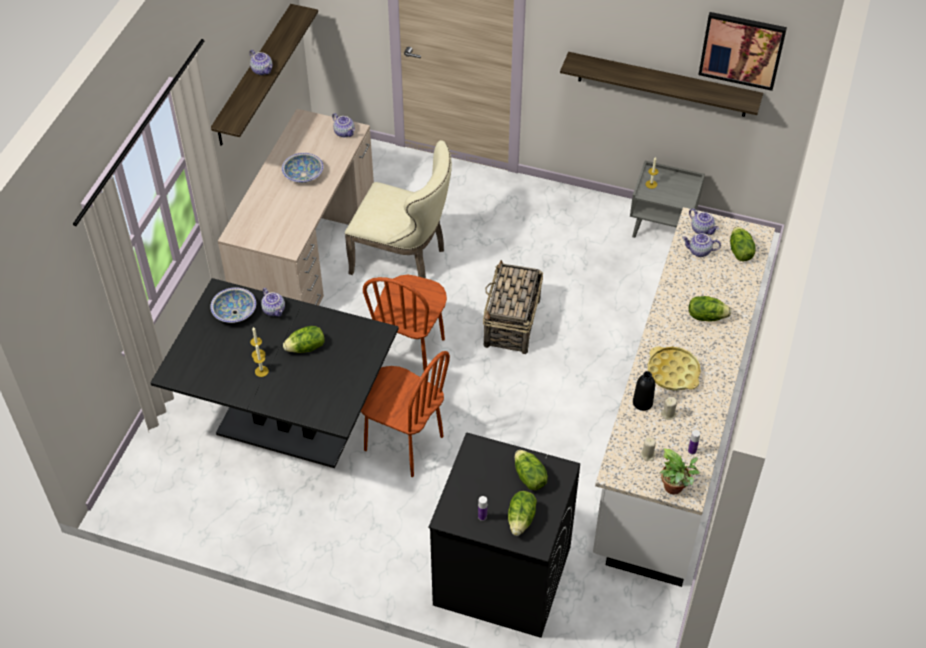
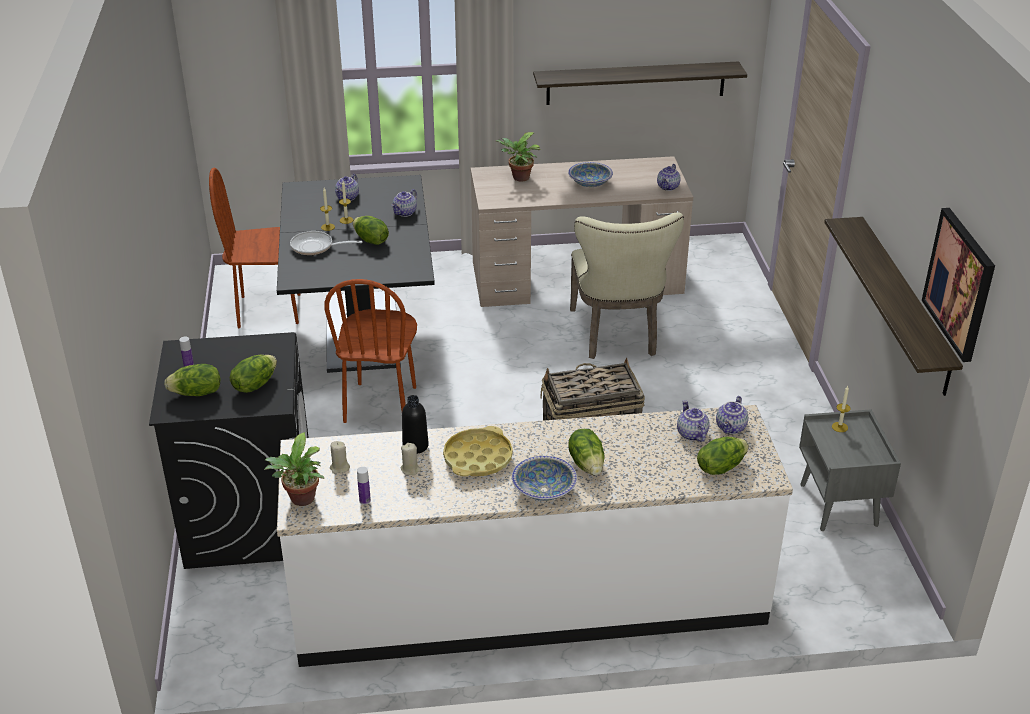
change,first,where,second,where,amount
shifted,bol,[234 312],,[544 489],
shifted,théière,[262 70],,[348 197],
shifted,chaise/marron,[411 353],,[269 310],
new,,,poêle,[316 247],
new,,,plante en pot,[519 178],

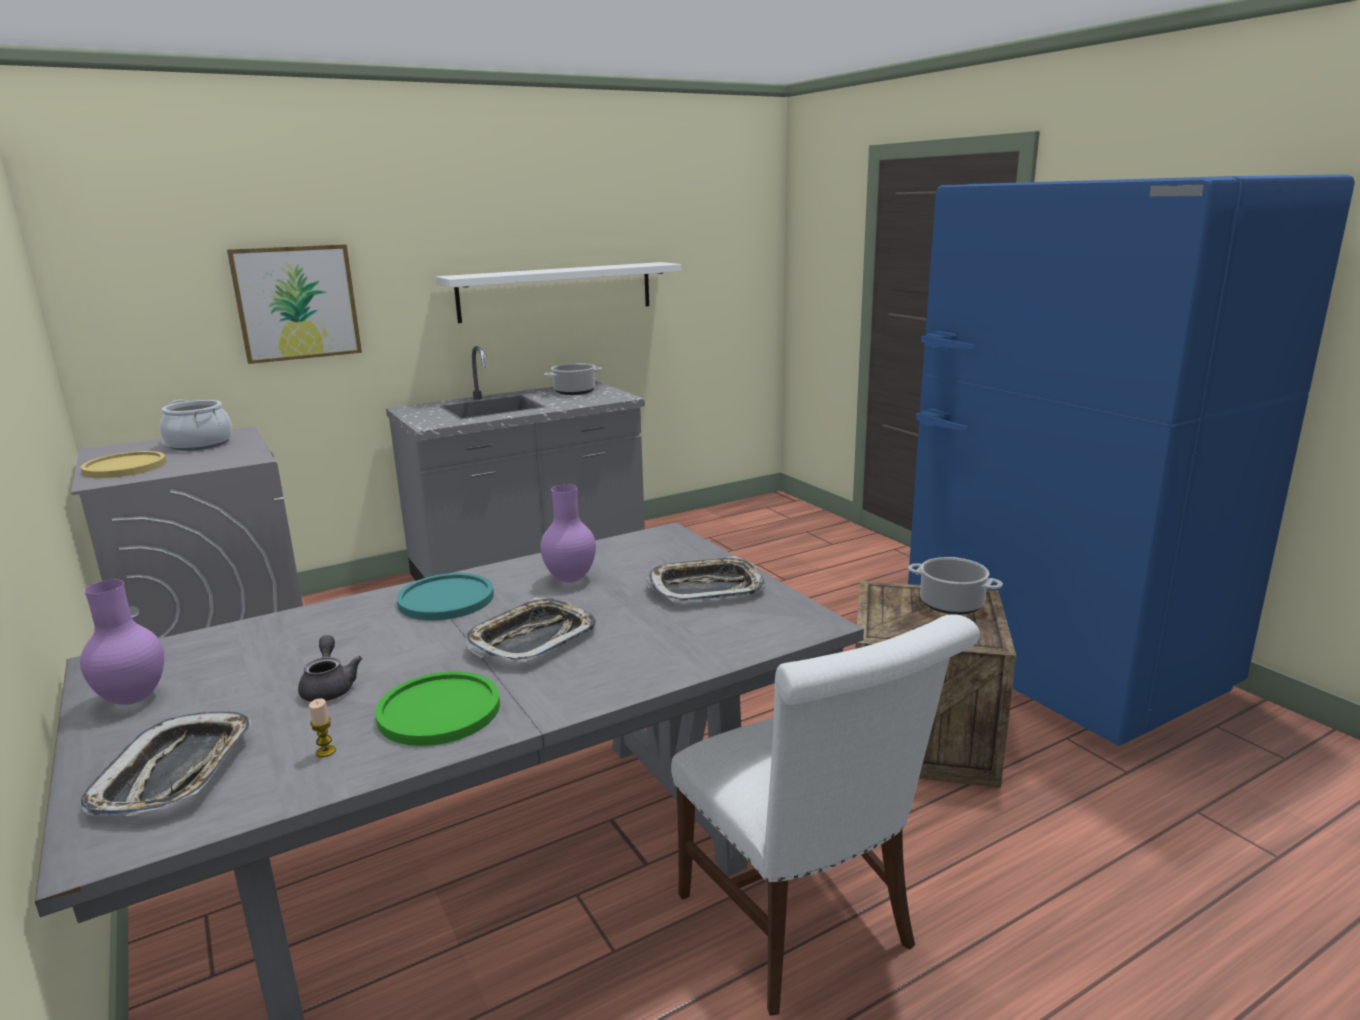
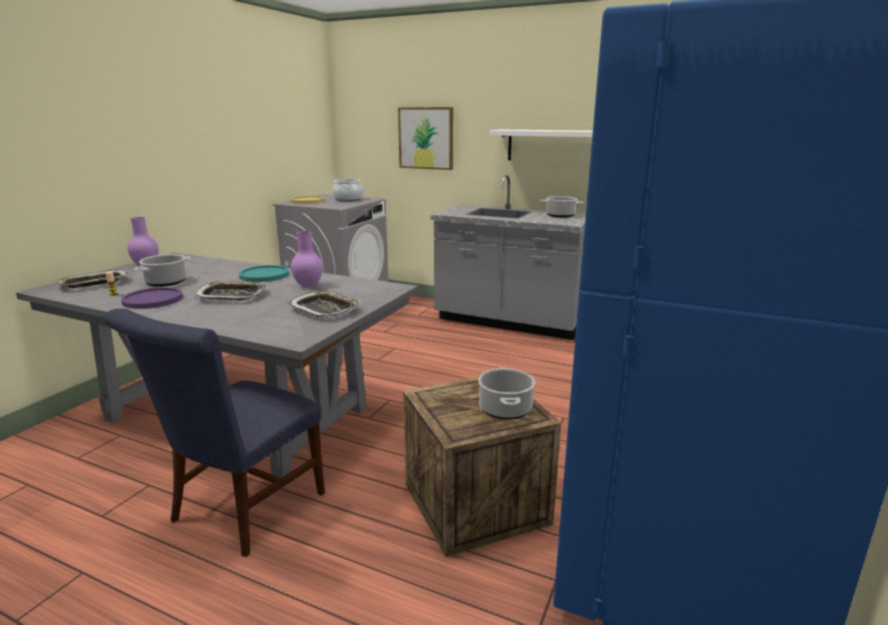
change,first,where,second,where,amount
swapped,théière/gris,[329 687],marmite,[166 282],
repainted,assiette/vert,[439 711],assiette/violet,[153 299],
repainted,chaise/blanc,[803 928],chaise/bleu,[242 511],

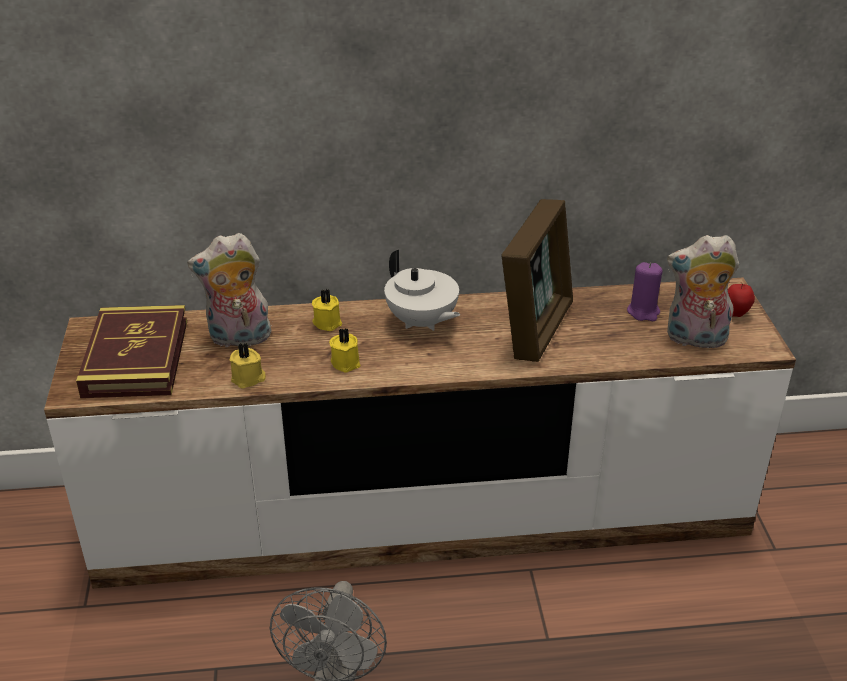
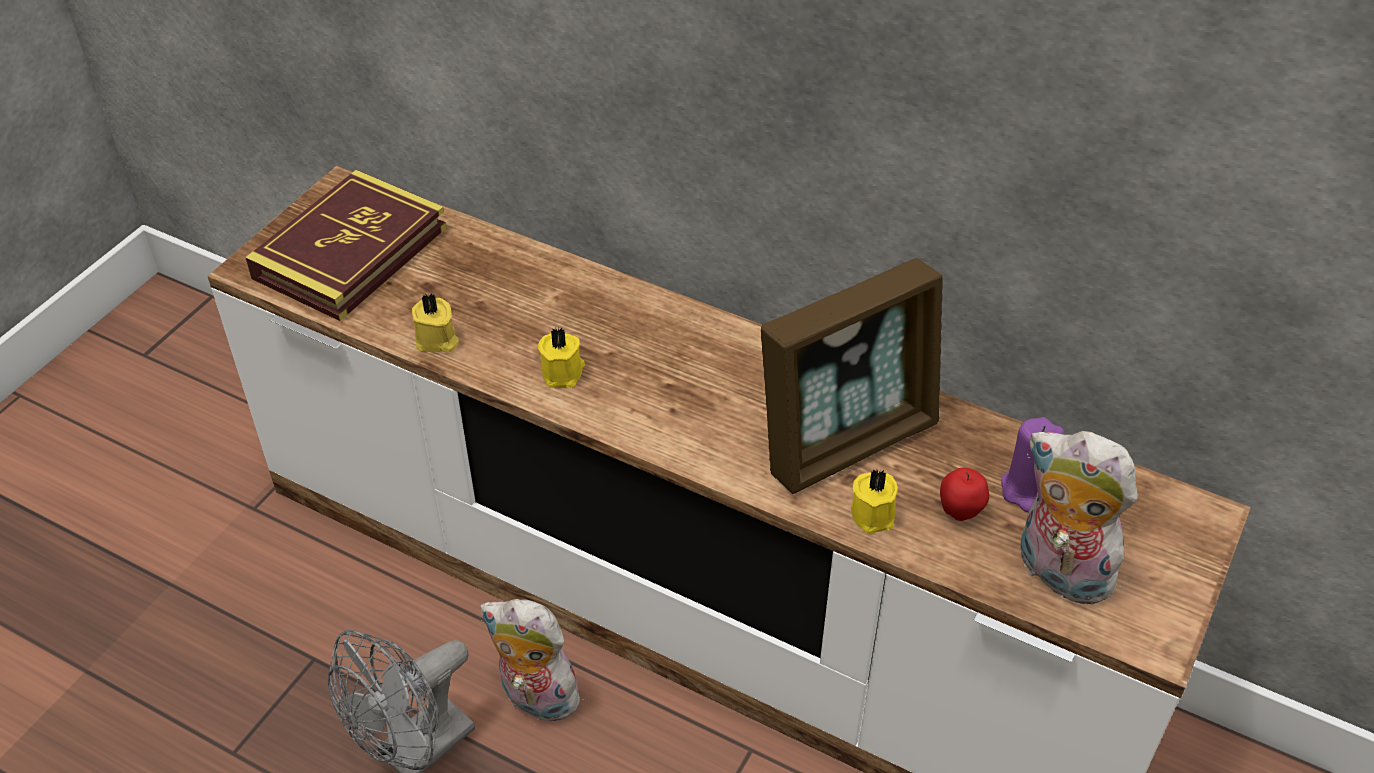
change,first,where,second,where,amount
shifted,peluche,[238 339],,[535 698],
shifted,bougie/jaune,[327 322],,[874 513],
gone,théière/blanc,[421 322],,,
shifted,pomme,[735 314],,[960 513],

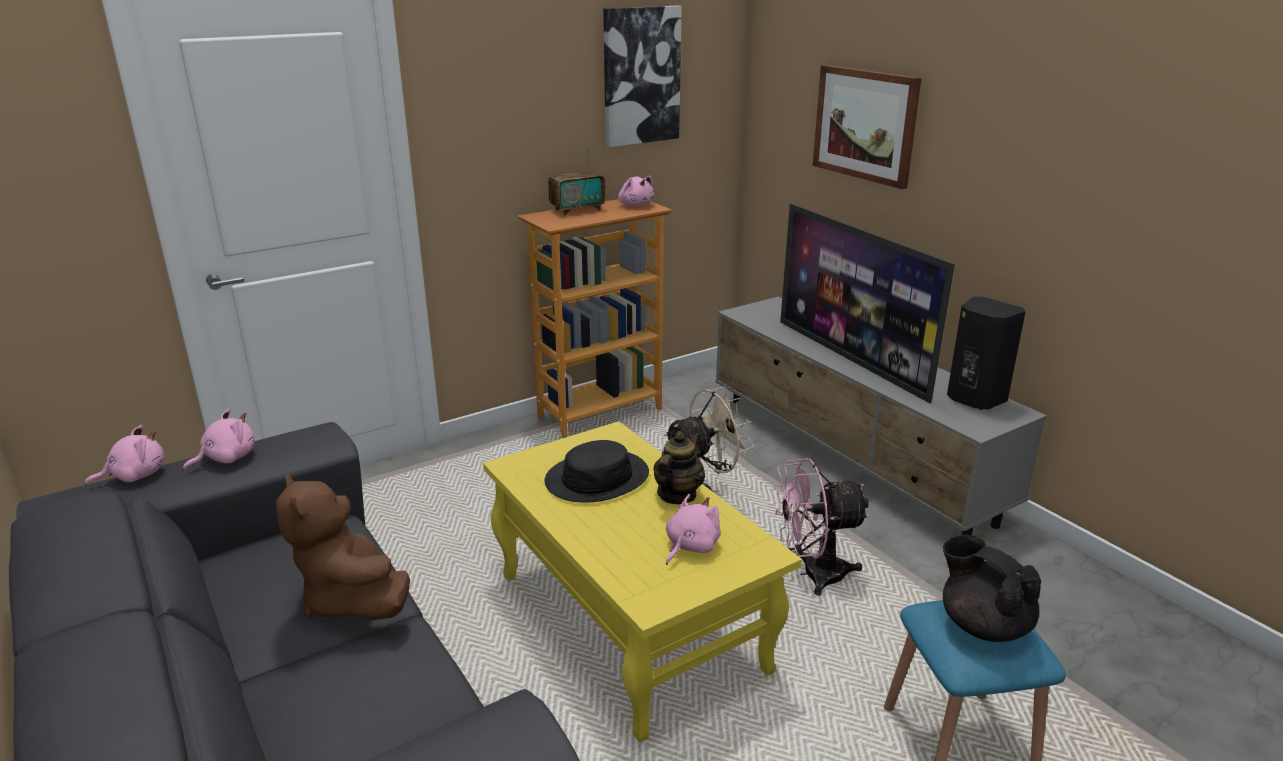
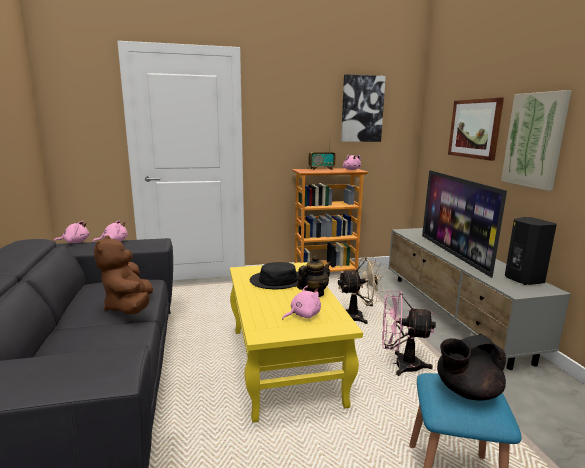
change,first,where,second,where,amount
rotated,théière/noir,[983 625],,[466 391],90 degrees counterclockwise
new,,,tableau,[535 140],

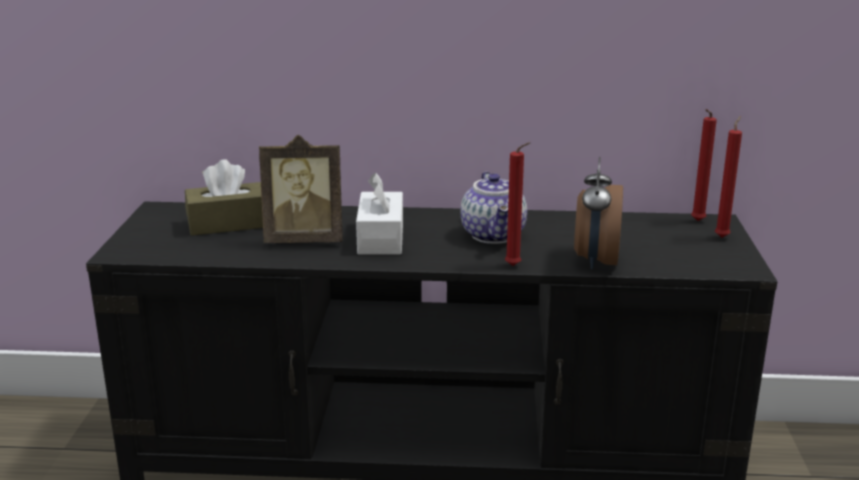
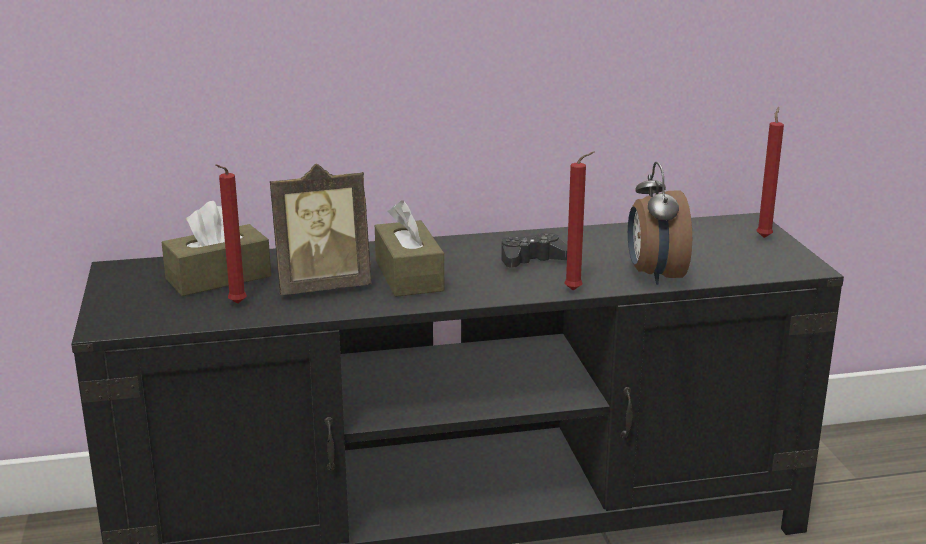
change,first,where,second,where,amount
repainted,boîte à mouchoirs/blanc,[381 238],boîte à mouchoirs/marron,[409 276],
swapped,théière,[495 235],manette/noir,[532 259],
shifted,bougie/rouge,[696 221],,[235 304],

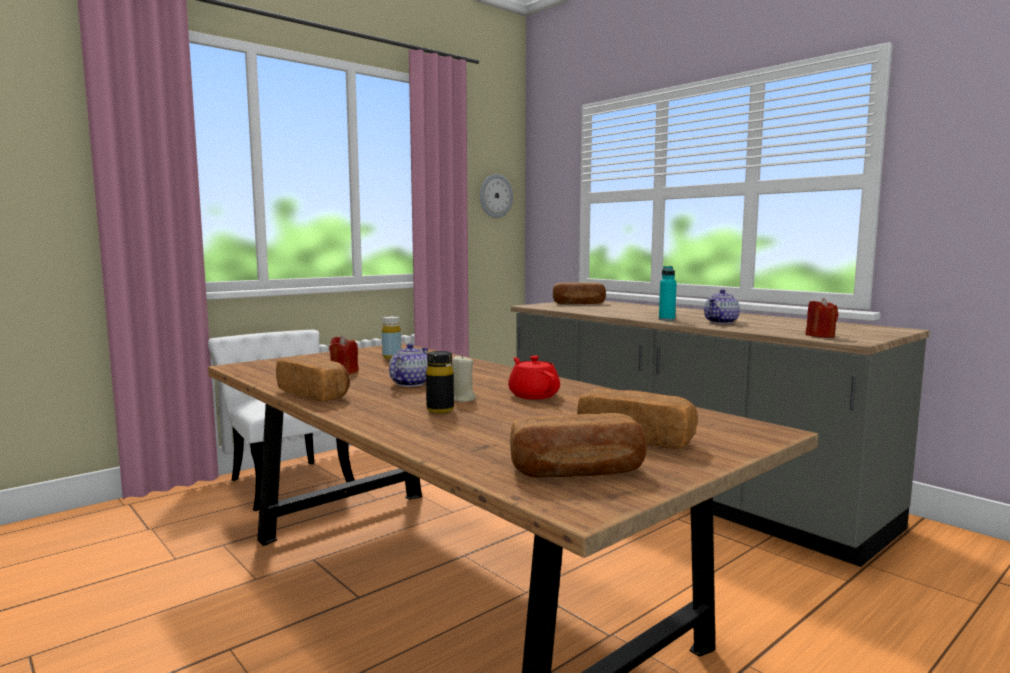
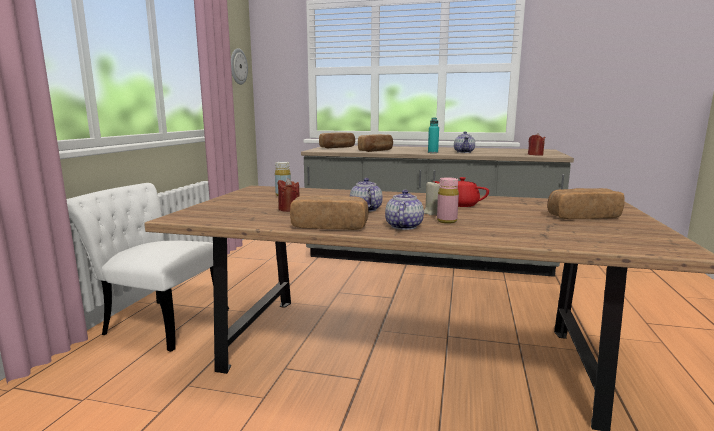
change,first,where,second,where,amount
repainted,bouteille/noir,[440 410],bouteille/rose,[446 221],
shifted,pain,[577 471],,[376 150],
new,,,théière,[403 226],

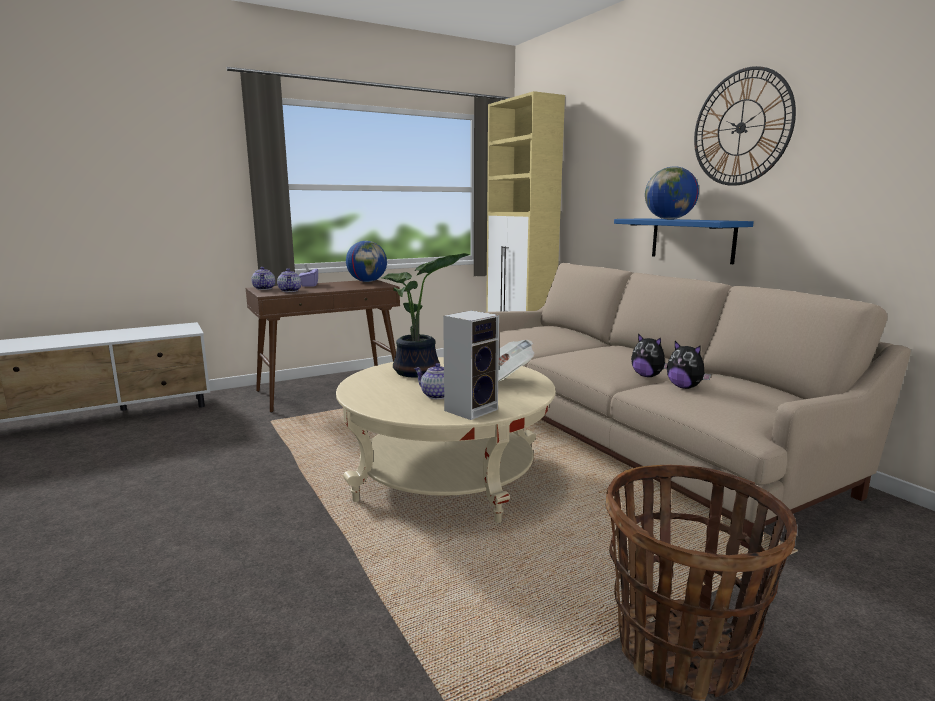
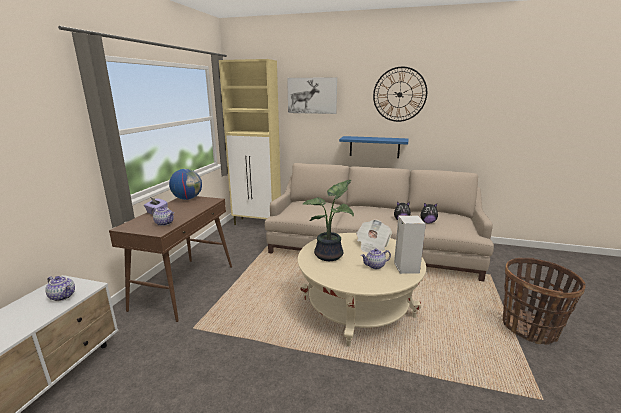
change,first,where,second,where,amount
shifted,théière,[264 288],,[63 296],
gone,globe,[669 219],,,
new,,,tableau,[312 95],

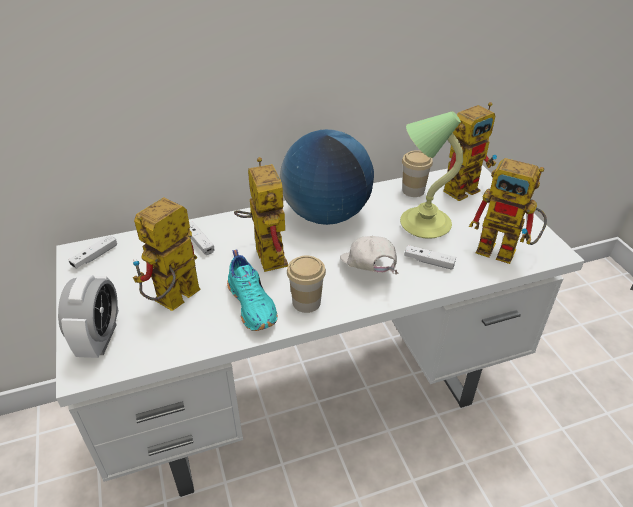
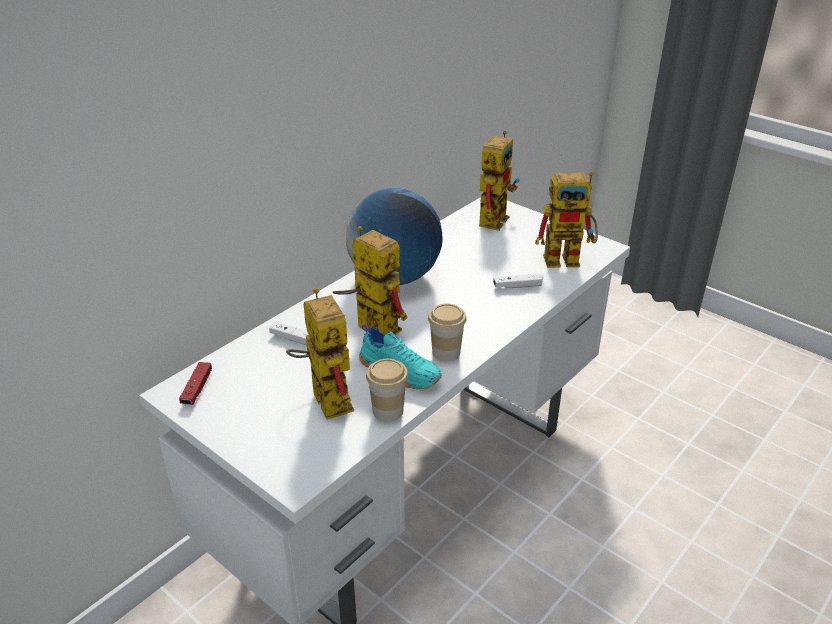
change,first,where,second,where,amount
gone,réveil,[100 339],,,
repainted,manette/blanc,[95 256],manette/rouge,[197 389],
rotated,robot jouet,[173 302],,[324 397],150 degrees clockwise
gone,casquette/blanc,[368 272],,,
gone,lampe de table,[423 223],,,
shifted,tasse,[413 190],,[388 411],

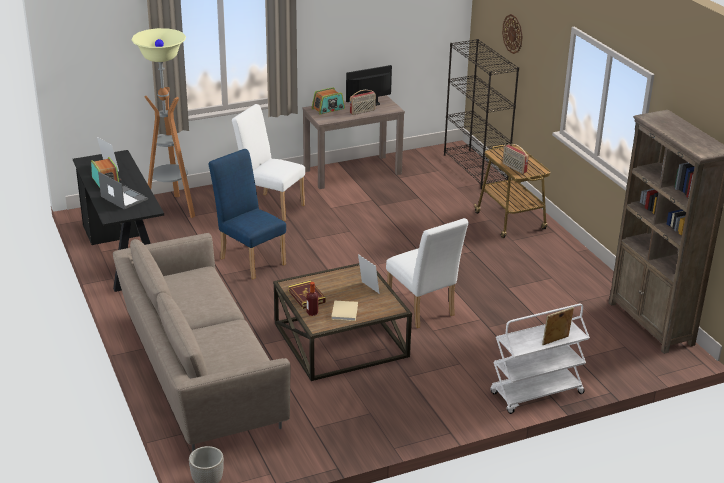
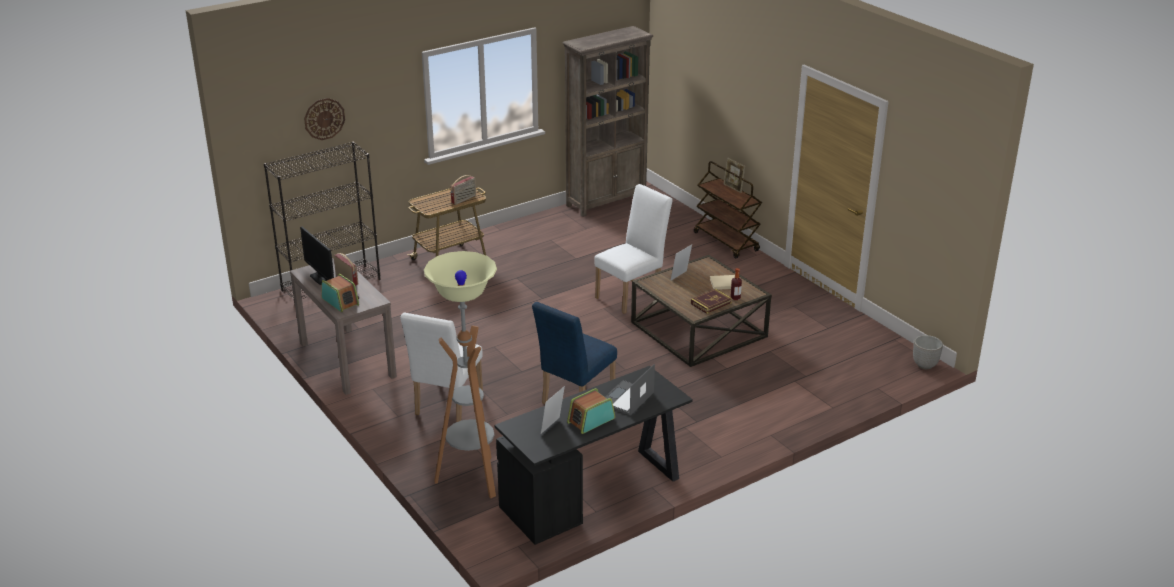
change,first,where,second,where,amount
gone,canapé/beige,[198 372],,,
repainted,chariot/blanc,[536 394],chariot/marron,[726 242],

